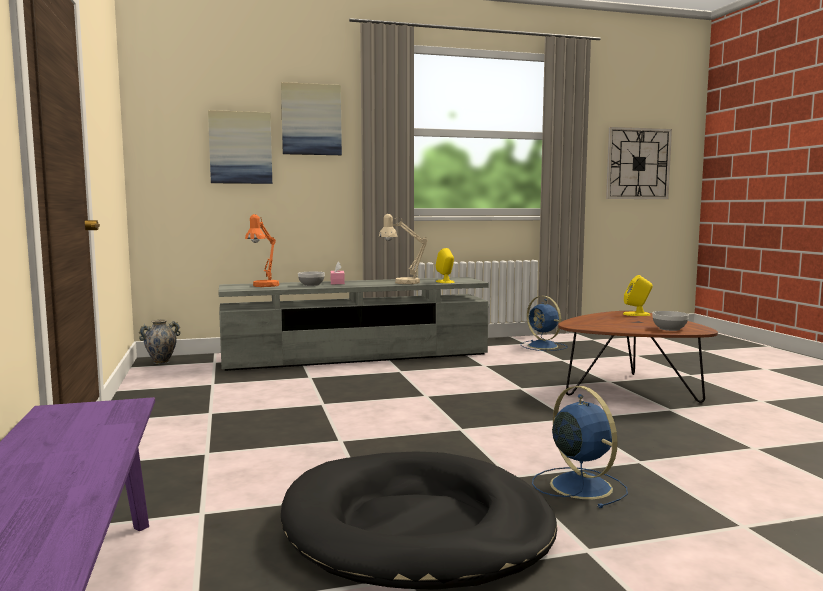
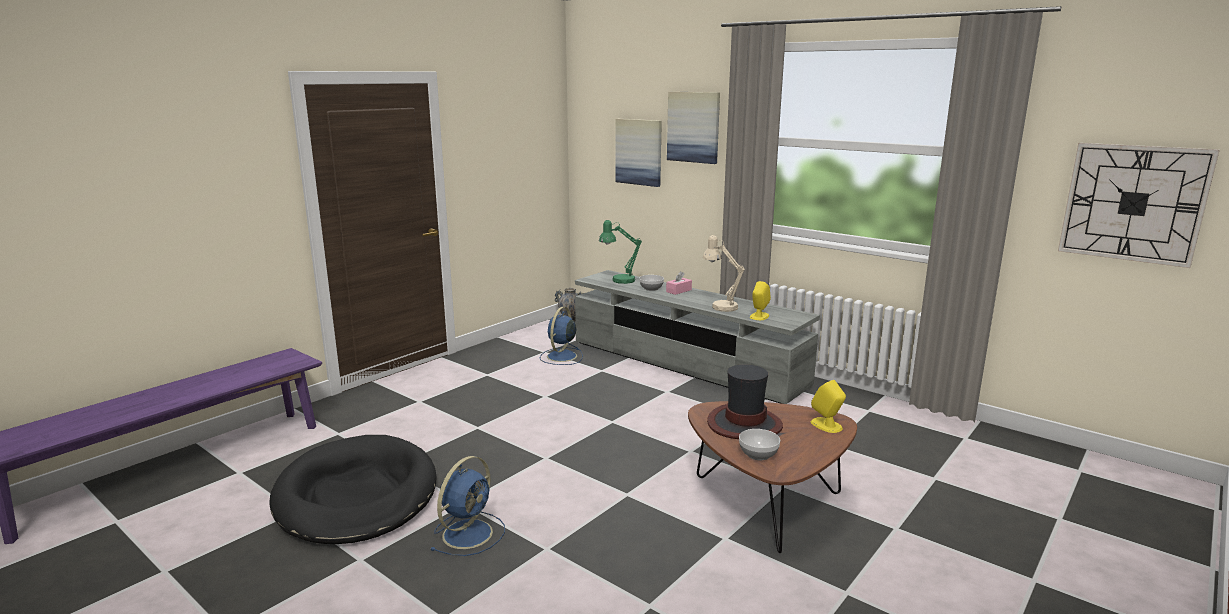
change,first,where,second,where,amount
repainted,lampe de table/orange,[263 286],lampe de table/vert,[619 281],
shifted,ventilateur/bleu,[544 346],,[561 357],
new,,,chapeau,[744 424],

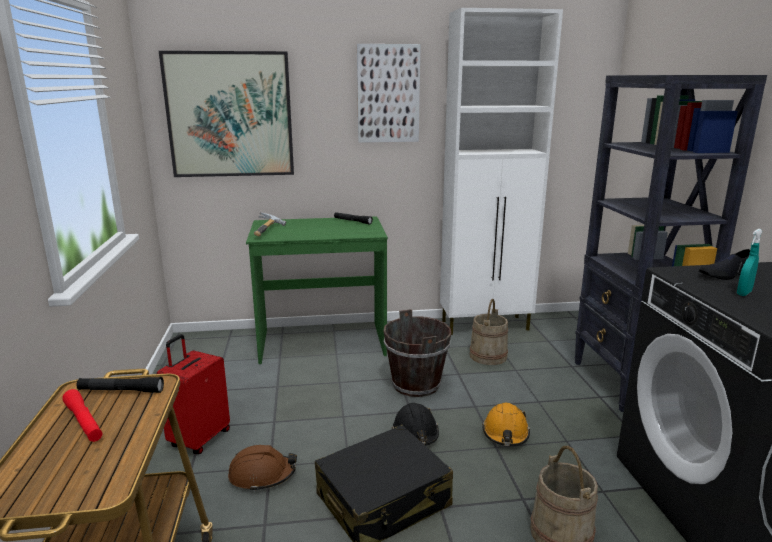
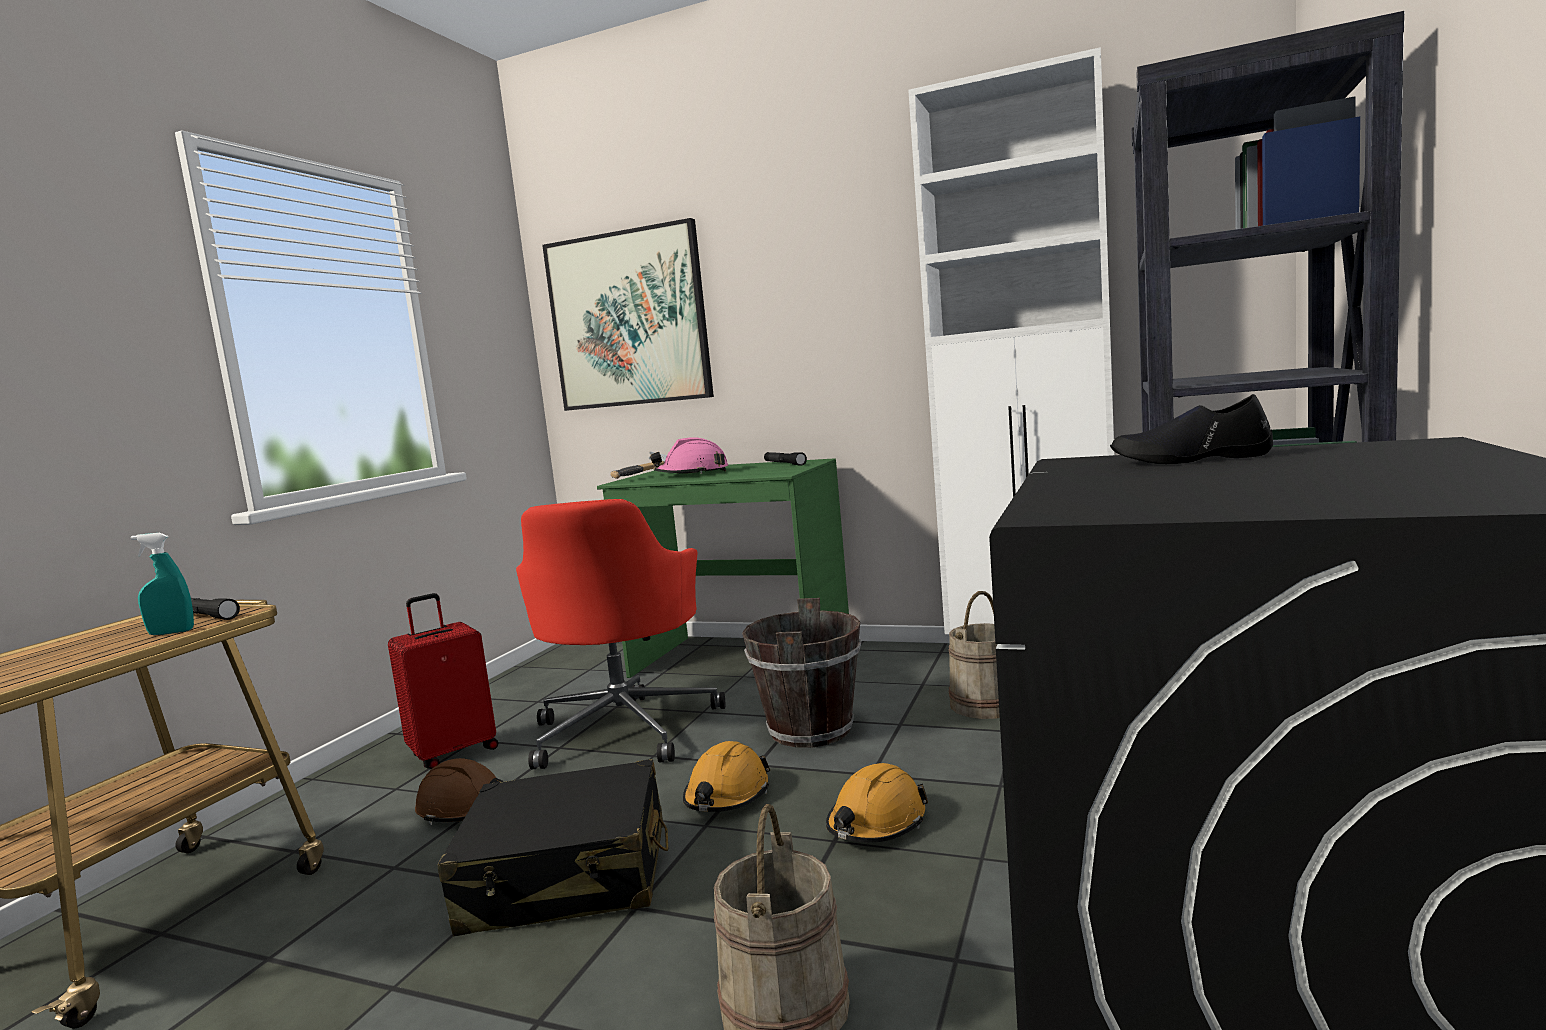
change,first,where,second,where,amount
gone,lampe de poche/rouge,[84 422],,,
gone,tableau,[388 94],,,
repainted,casque de chantier/noir,[415 433],casque de chantier/orange,[727 796],
shifted,vaporisateur/turquoise,[744 293],,[171 632],
new,,,chaise de bureau/rouge,[625 728],
new,,,casque de chantier/rose,[692 474],

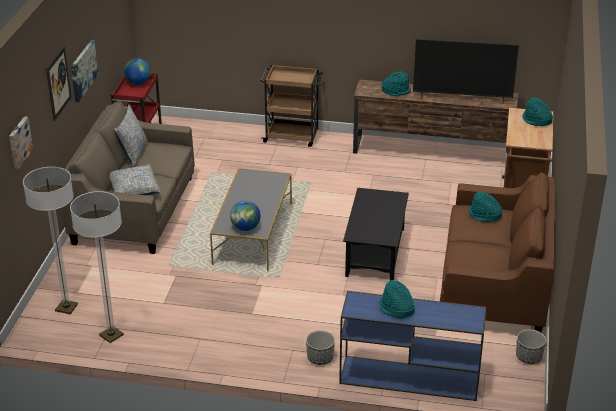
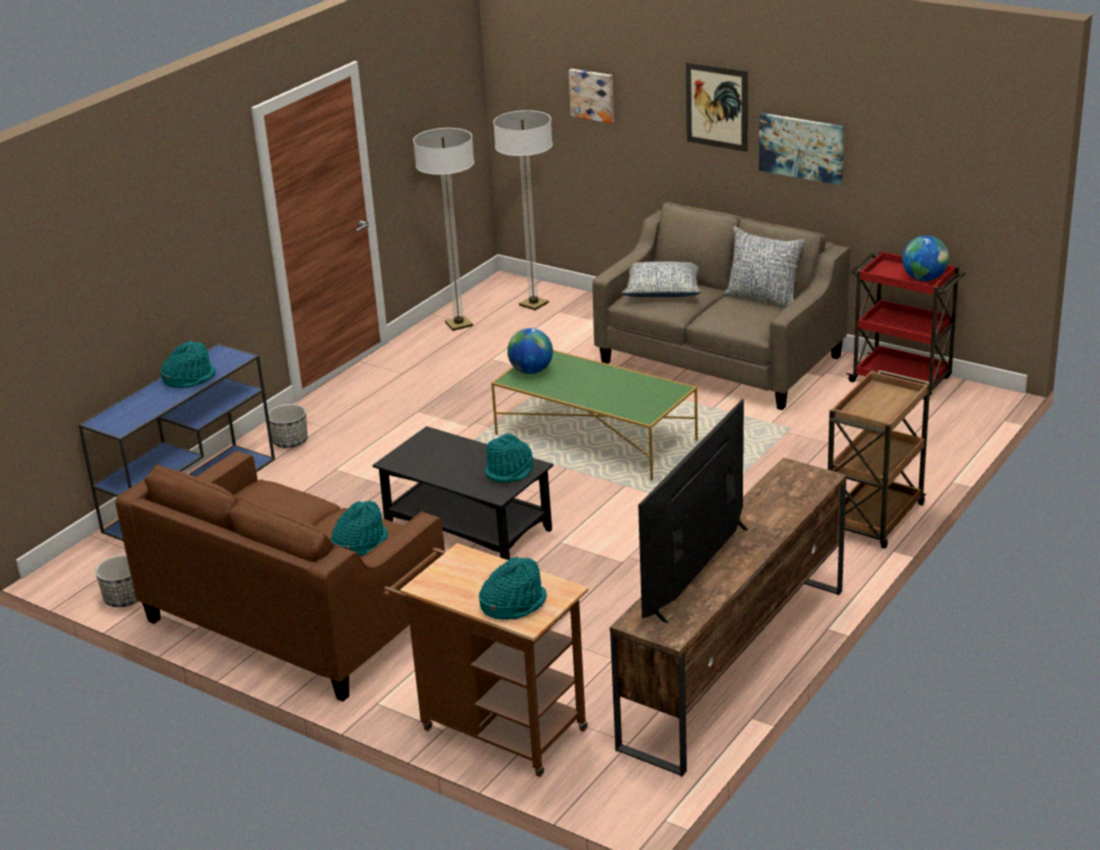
change,first,where,second,where,amount
repainted,table basse/gris,[253 233],table basse/vert,[596 438],
shifted,chapeau/turquoise,[396 91],,[510 471],

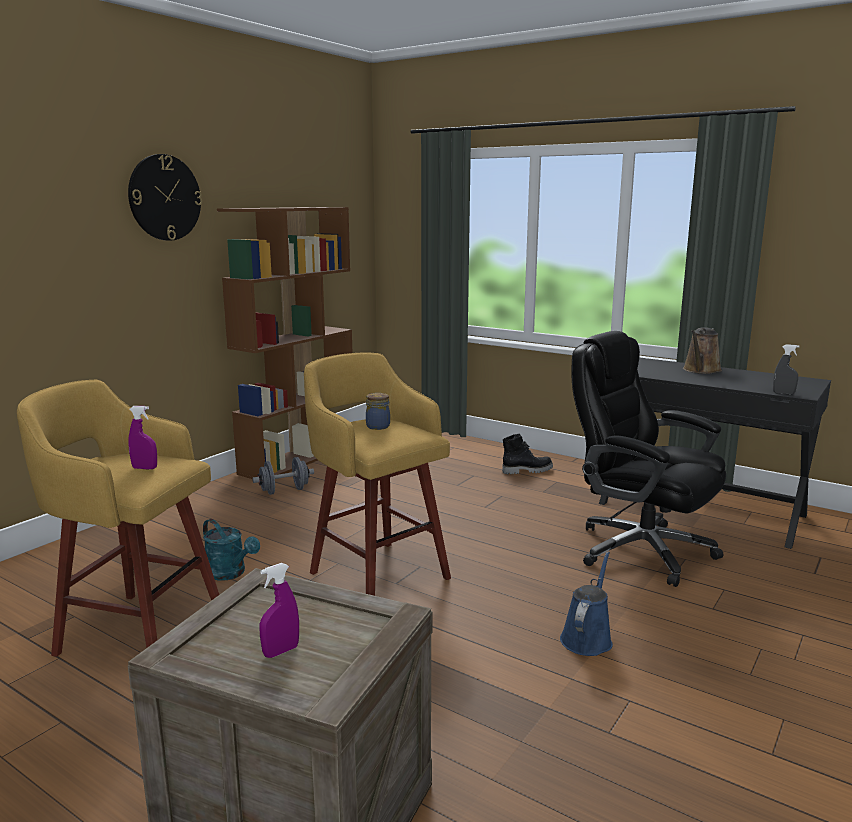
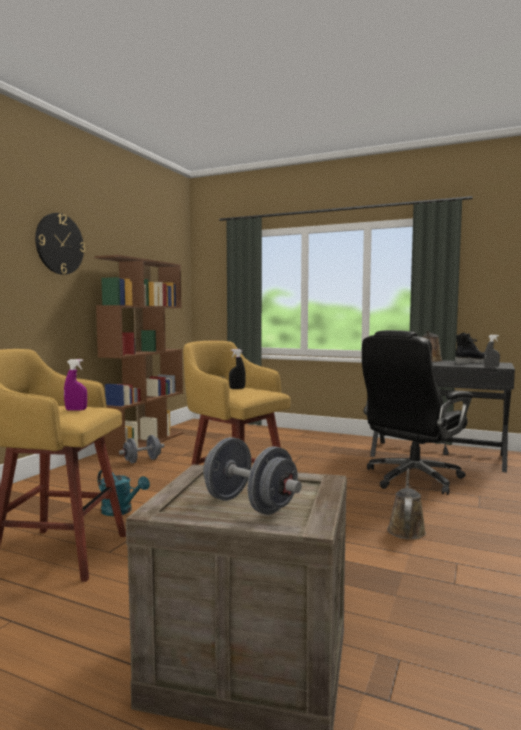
change,first,where,second,where,amount
swapped,vaporisateur/violet,[281 651],haltère/gris,[249 505],
swapped,bocal,[377 426],vaporisateur/noir,[237 388],
shifted,botte/noir,[527 470],,[471 363],
repainted,arrosoir/bleu,[587 638],arrosoir/marron,[406 529],
rotated,chaise de bureau/noir,[640 550],,[412 478],75 degrees counterclockwise

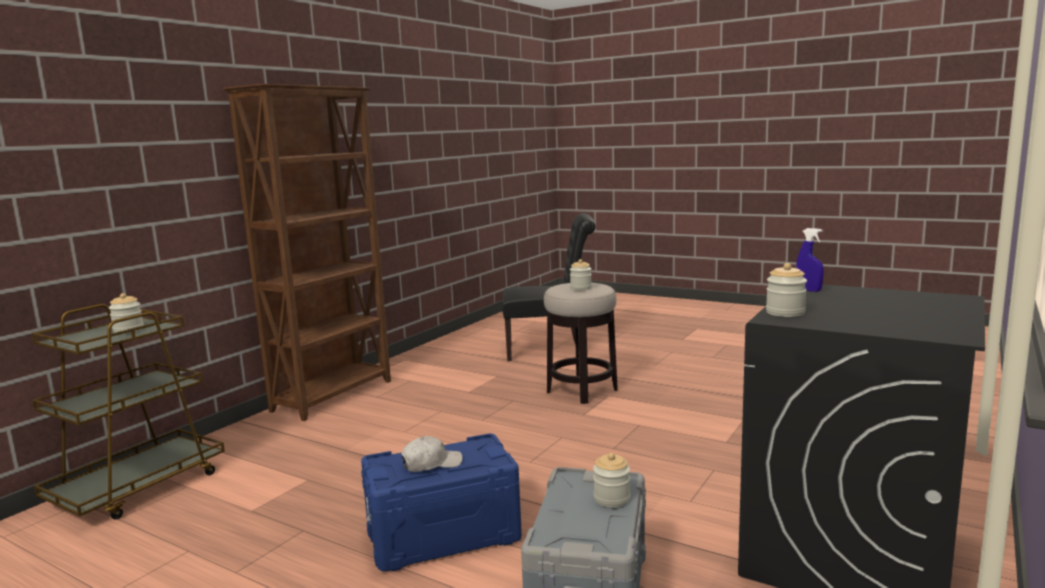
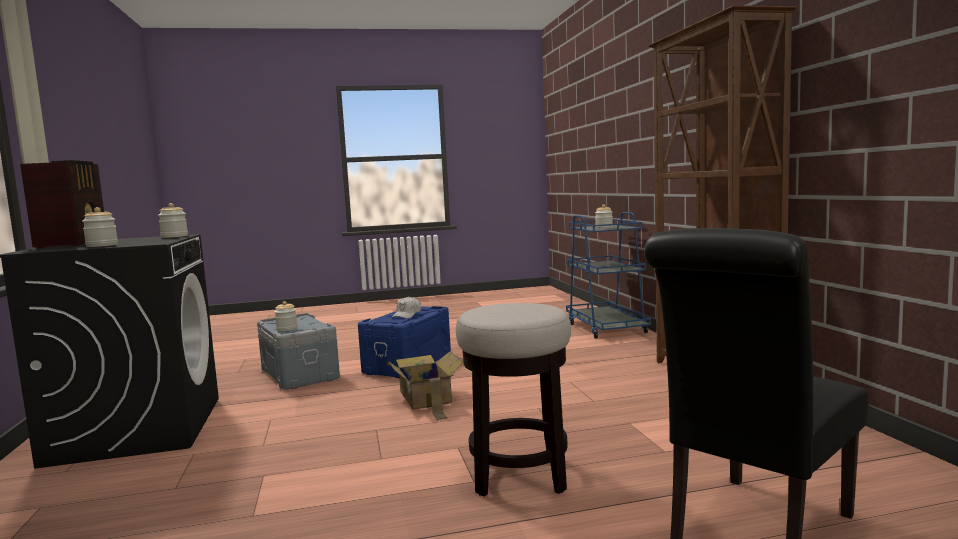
change,first,where,second,where,amount
repainted,chariot/marron,[139 487],chariot/bleu,[606 328],
shifted,bocal,[580 288],,[102 245],
gone,vaporisateur/bleu,[808 290],,,
new,,,radio,[74 244],
new,,,carton,[425 398],

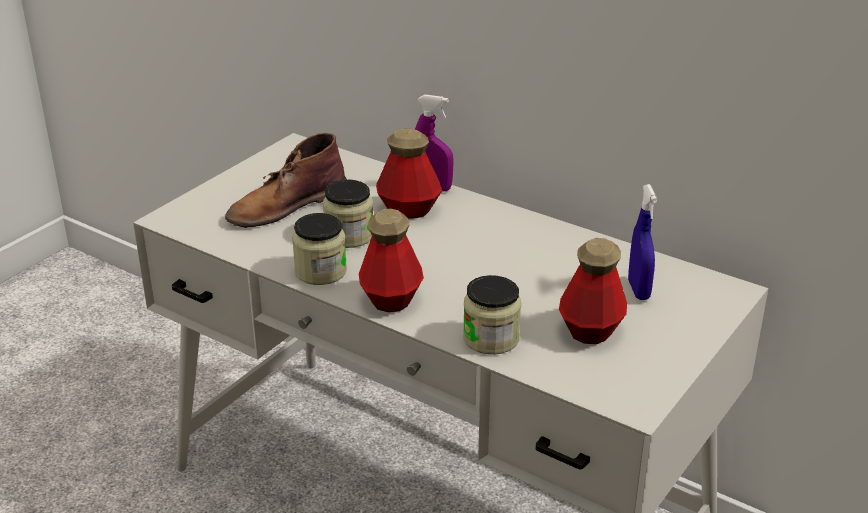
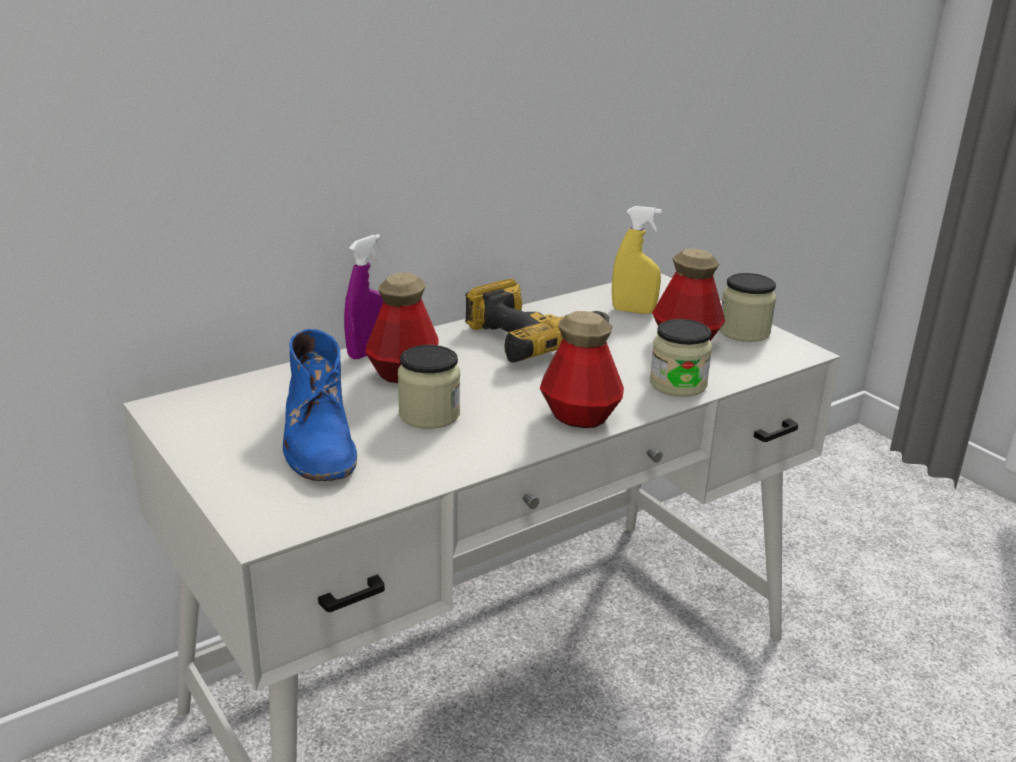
change,first,where,second,where,amount
repainted,botte/marron,[286 205],botte/bleu,[318 439],
shifted,bocal,[320 271],,[744 332],
repainted,vaporisateur/bleu,[638 290],vaporisateur/jaune,[633 311],
new,,,perceuse,[531 337],

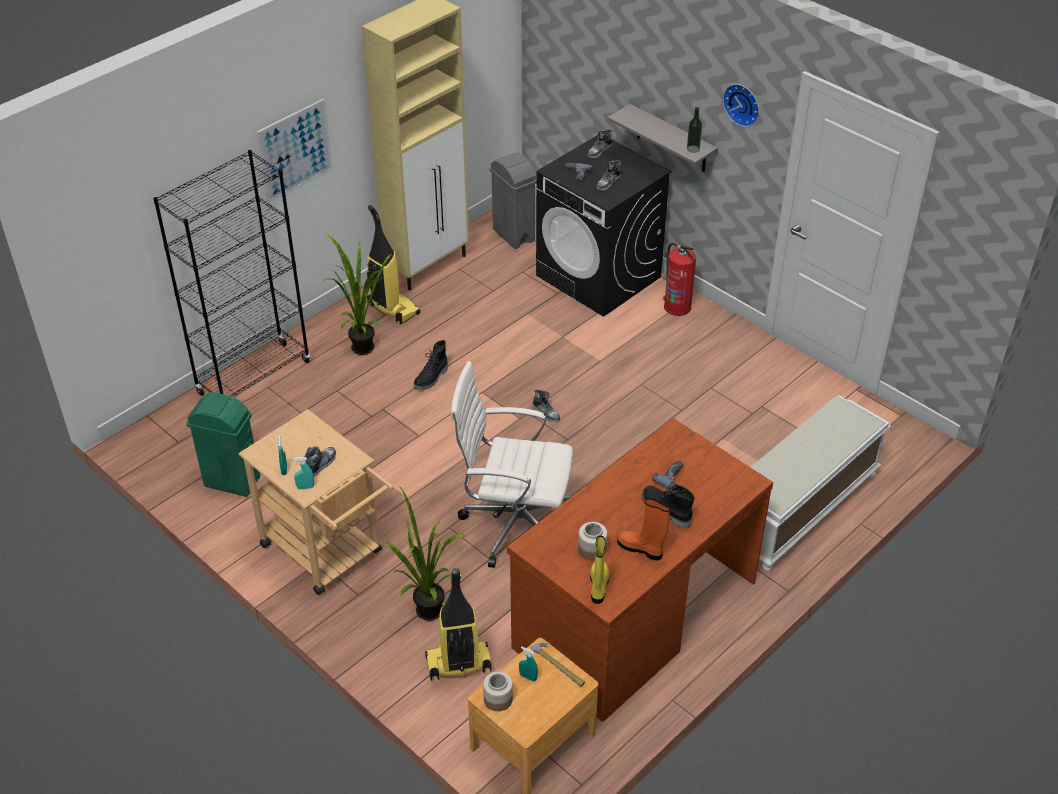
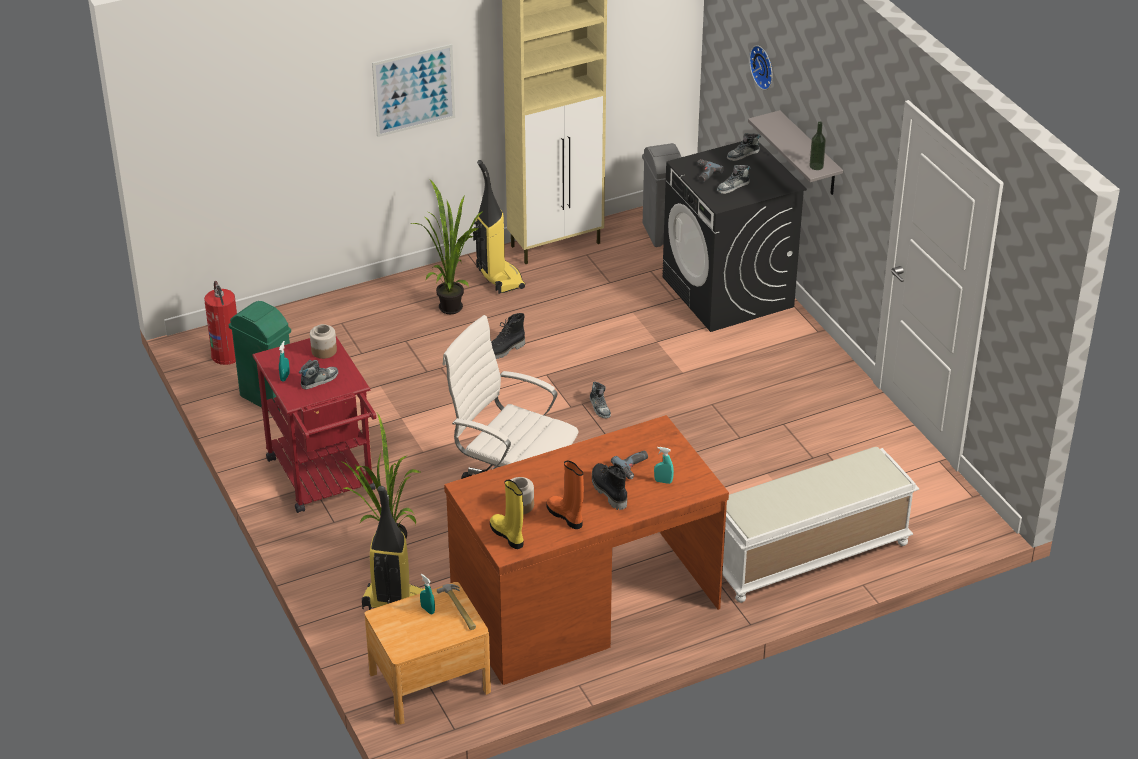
change,first,where,second,where,amount
gone,bibliothèque/noir,[254 378],,,
repainted,chariot/beige,[328 553],chariot/rouge,[324 481],
shifted,vaporisateur/turquoise,[305 487],,[663 481],
shifted,bocal,[498 699],,[323 351],
rotated,botte/jaune,[598 585],,[508 535],60 degrees counterclockwise
shifted,extincteur,[677 306],,[226 354],
shifted,horloge murale,[743 104],,[764 66],

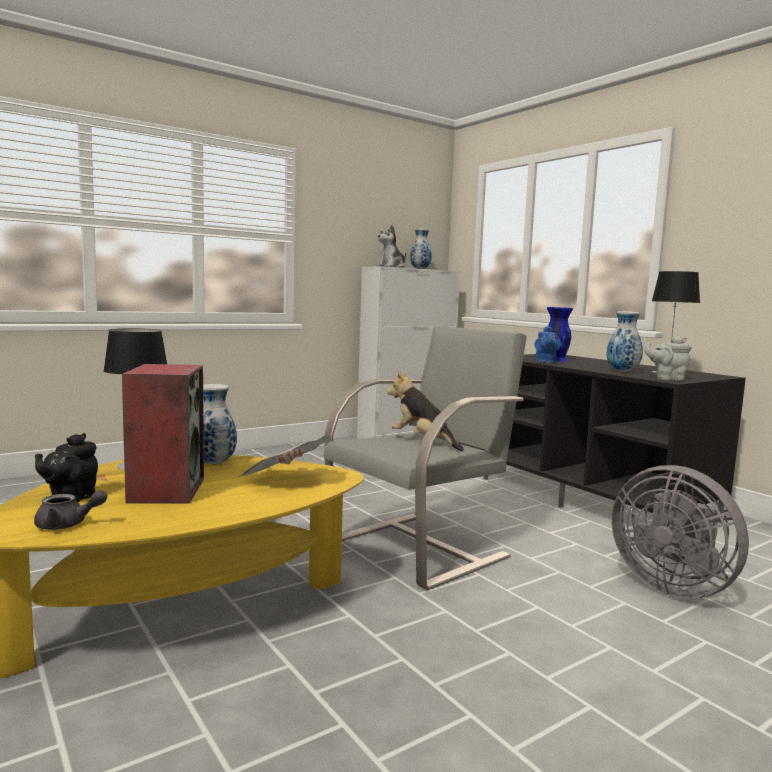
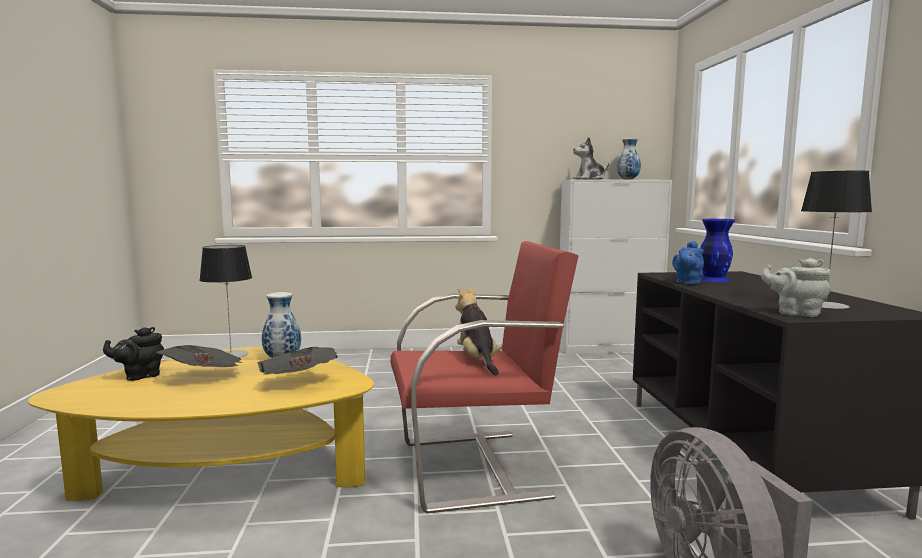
change,first,where,second,where,amount
gone,théière/gris,[67 525],,,
swapped,enceinte,[166 490],journal,[206 378],
repainted,fauteuil/gris,[419 548],fauteuil/rouge,[475 467],
gone,vase,[622 371],,,

